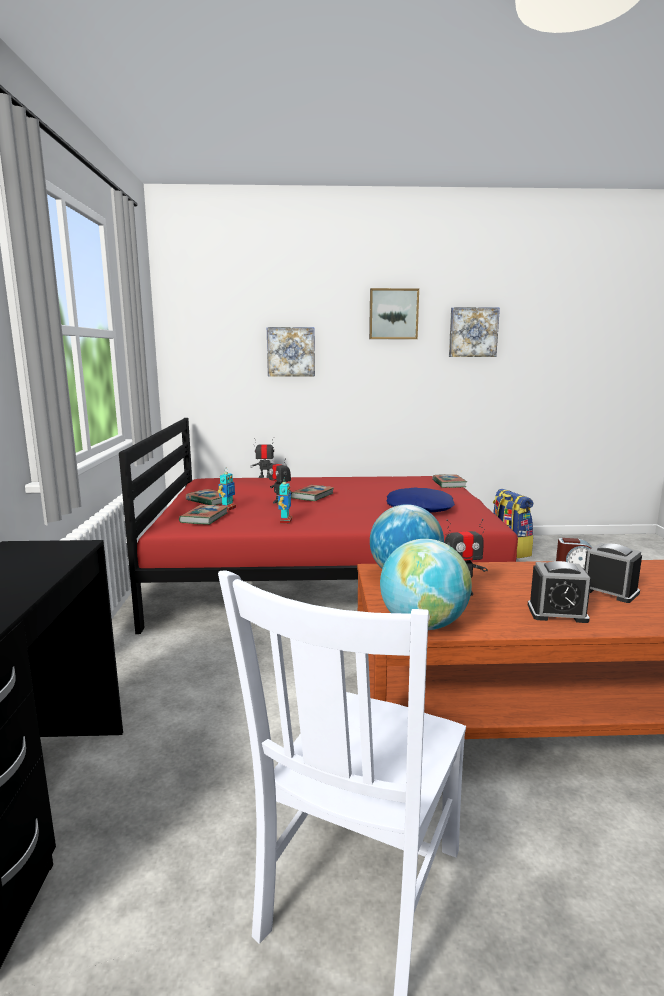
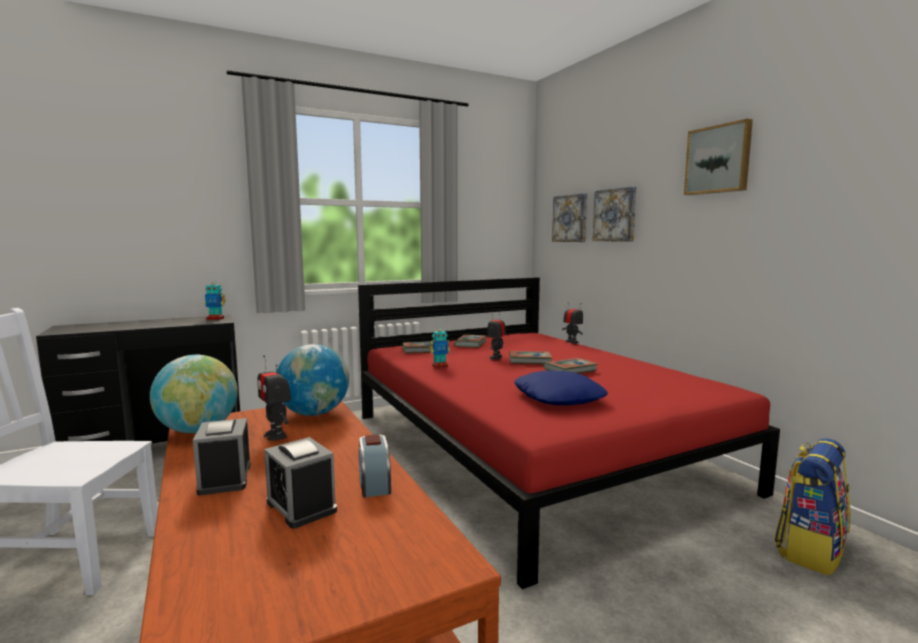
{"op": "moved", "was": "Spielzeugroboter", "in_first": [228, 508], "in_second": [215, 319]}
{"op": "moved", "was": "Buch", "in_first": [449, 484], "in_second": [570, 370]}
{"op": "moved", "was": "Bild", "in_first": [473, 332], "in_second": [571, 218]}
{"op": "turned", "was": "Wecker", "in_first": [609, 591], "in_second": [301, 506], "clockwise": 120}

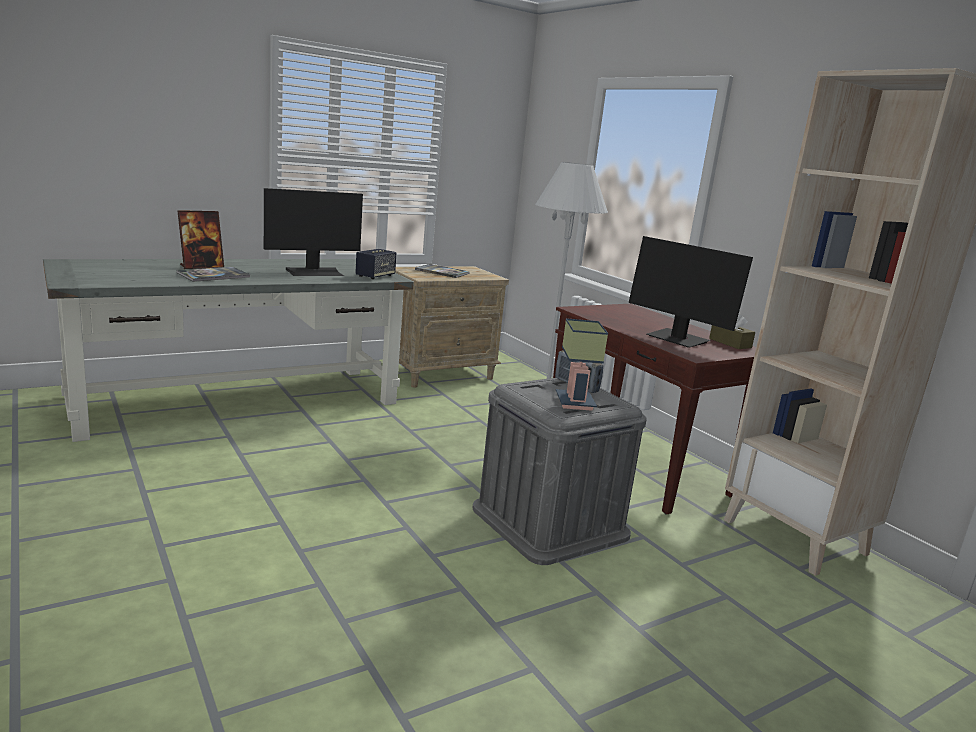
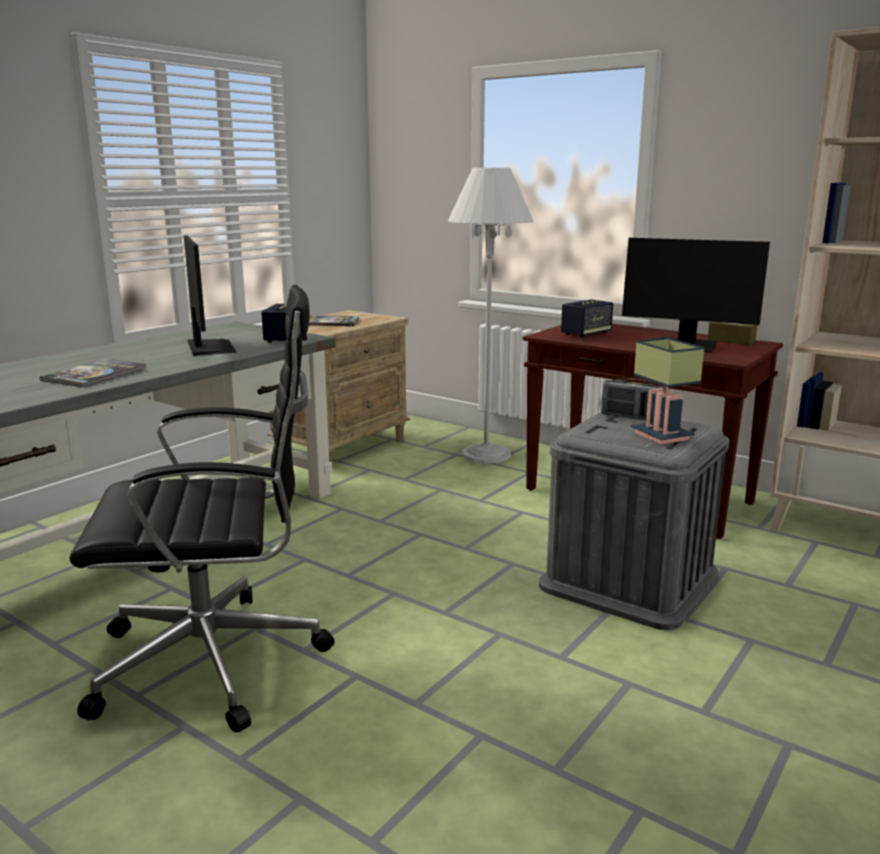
{"op": "removed", "was": "Bilderrahmen", "in_first": [201, 267]}
{"op": "added", "now": "Bürostuhl/schwarz", "in_second": [217, 661]}
{"op": "added", "now": "Lautsprecher", "in_second": [586, 333]}
{"op": "turned", "was": "Monitor", "in_first": [315, 272], "in_second": [209, 347], "clockwise": -60}

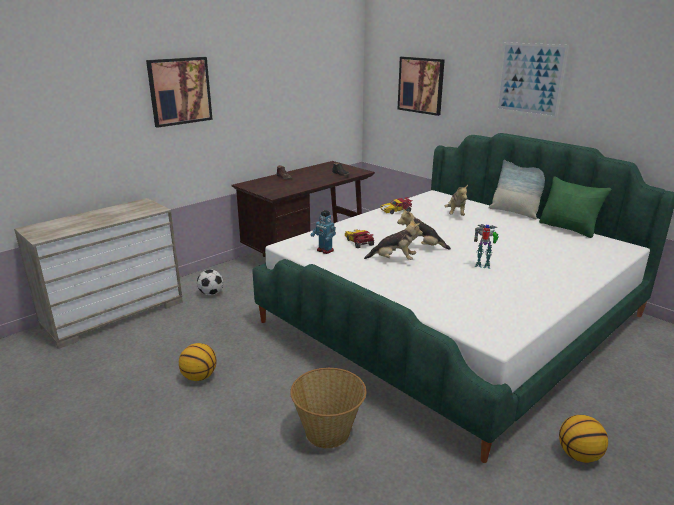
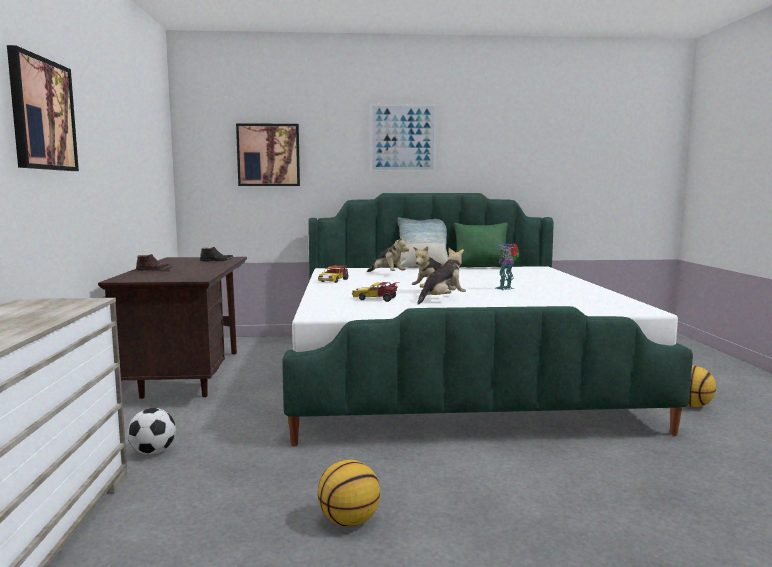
{"op": "removed", "was": "Korb", "in_first": [328, 432]}
{"op": "removed", "was": "Spielzeugroboter", "in_first": [325, 250]}

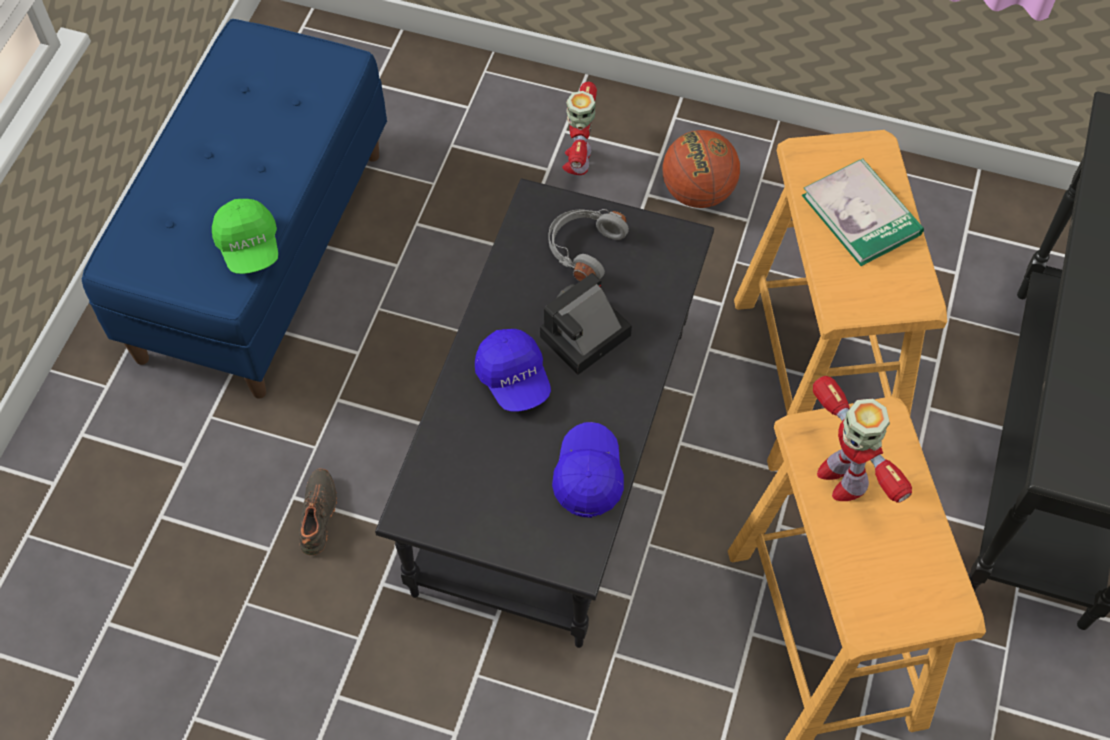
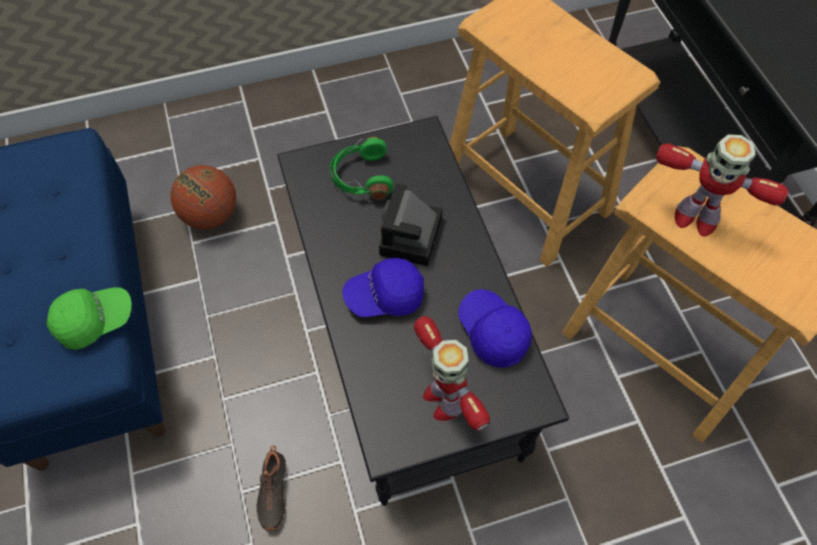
{"op": "removed", "was": "Buch", "in_first": [861, 215]}
{"op": "moved", "was": "Spielzeugroboter", "in_first": [578, 160], "in_second": [443, 399]}
{"op": "moved", "was": "Basketball", "in_first": [697, 192], "in_second": [211, 215]}
{"op": "recoloured", "was": "Kopfhörer/grau", "now": "Kopfhörer/grün", "in_first": [583, 249], "in_second": [361, 177]}
{"op": "turned", "was": "Kappe/grün", "in_first": [249, 246], "in_second": [95, 320], "clockwise": -60}
{"op": "turned", "was": "Schuh/schwarz", "in_first": [319, 515], "in_second": [271, 492], "clockwise": -150}
{"op": "turned", "was": "Kappe/blau", "in_first": [514, 379], "in_second": [385, 296], "clockwise": 135}

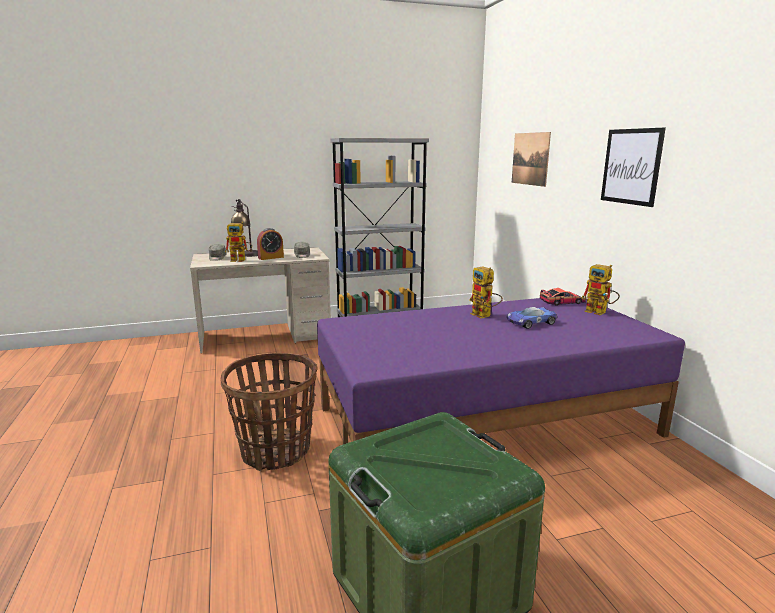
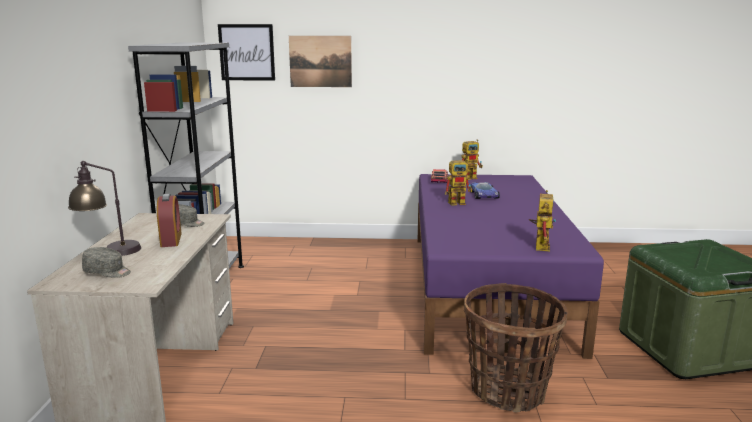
{"op": "moved", "was": "Spielzeugroboter", "in_first": [241, 260], "in_second": [540, 245]}
{"op": "moved", "was": "Bild", "in_first": [631, 166], "in_second": [247, 52]}

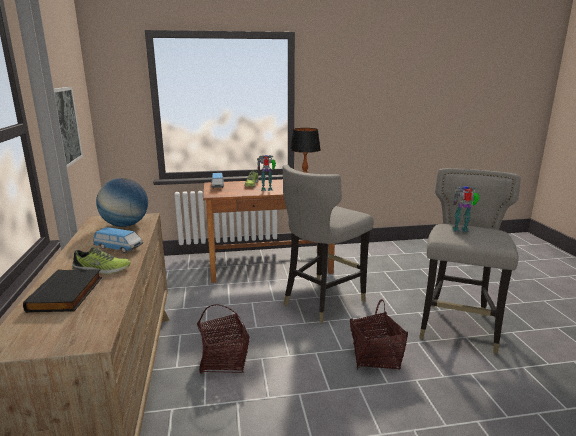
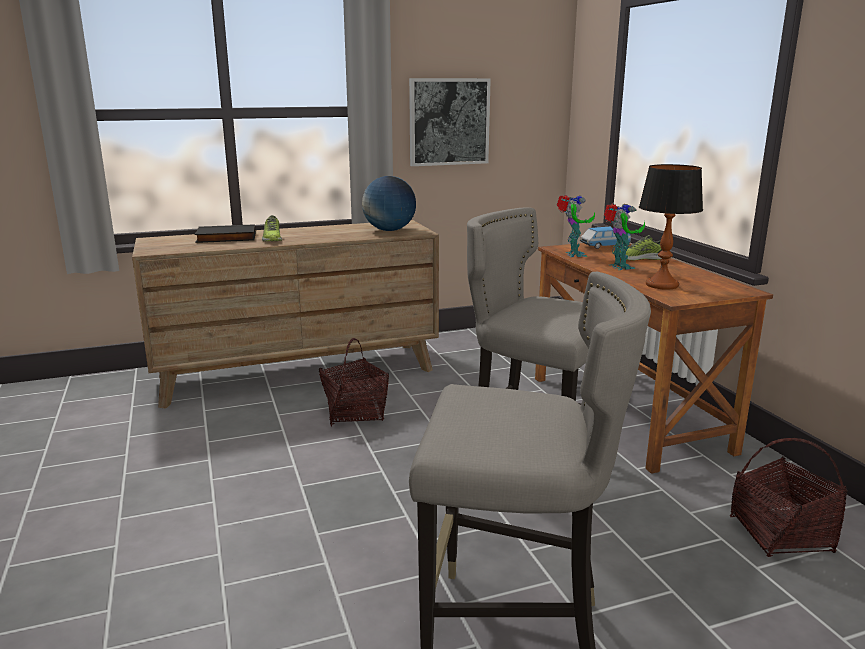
{"op": "removed", "was": "Spielzeugauto", "in_first": [119, 248]}
{"op": "moved", "was": "Korb", "in_first": [375, 357], "in_second": [781, 535]}
{"op": "moved", "was": "Spielzeugroboter", "in_first": [461, 230], "in_second": [573, 255]}

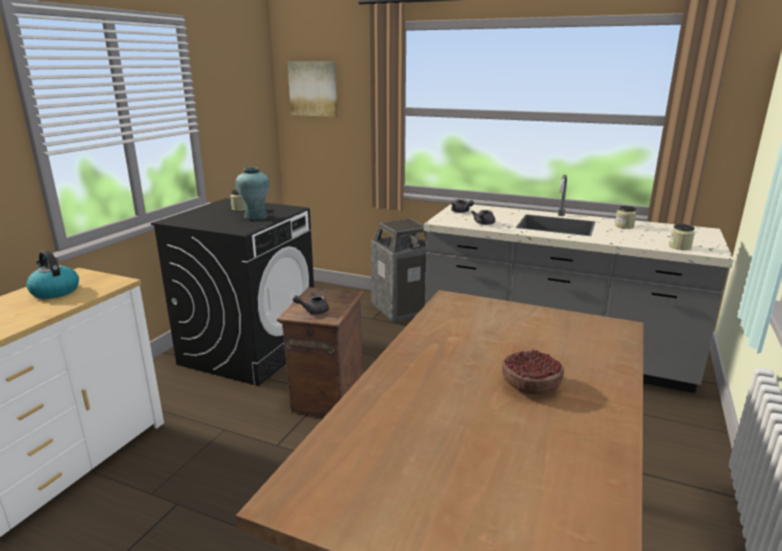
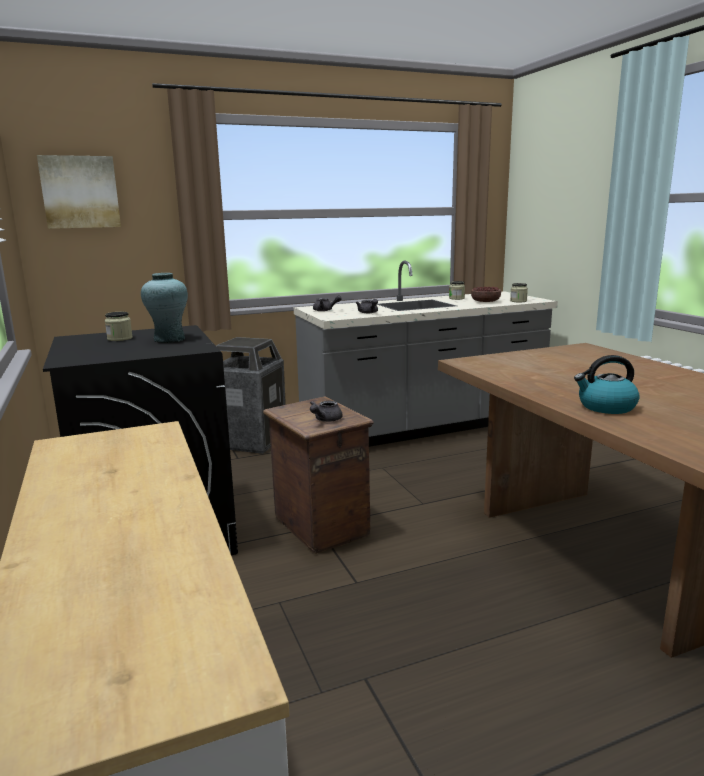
{"op": "moved", "was": "Wasserkessel", "in_first": [54, 291], "in_second": [606, 407]}
{"op": "moved", "was": "Schüssel", "in_first": [530, 385], "in_second": [485, 301]}

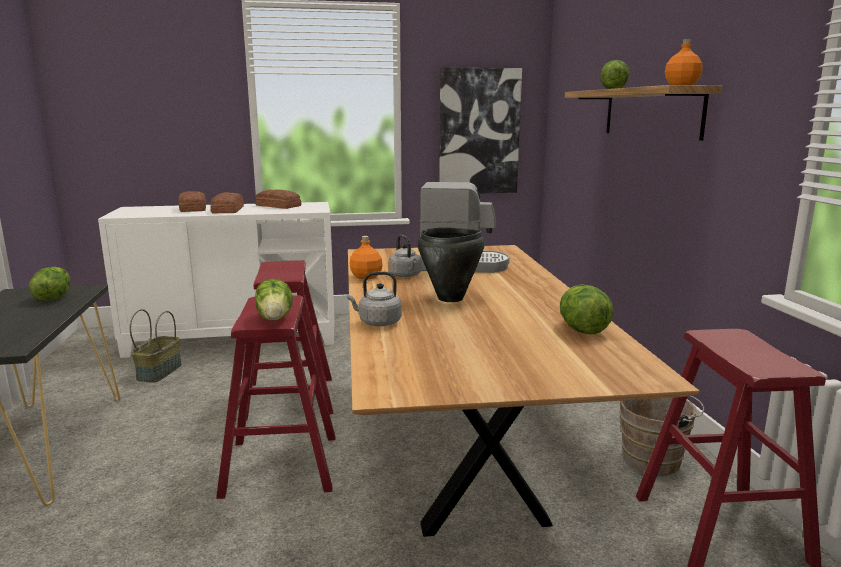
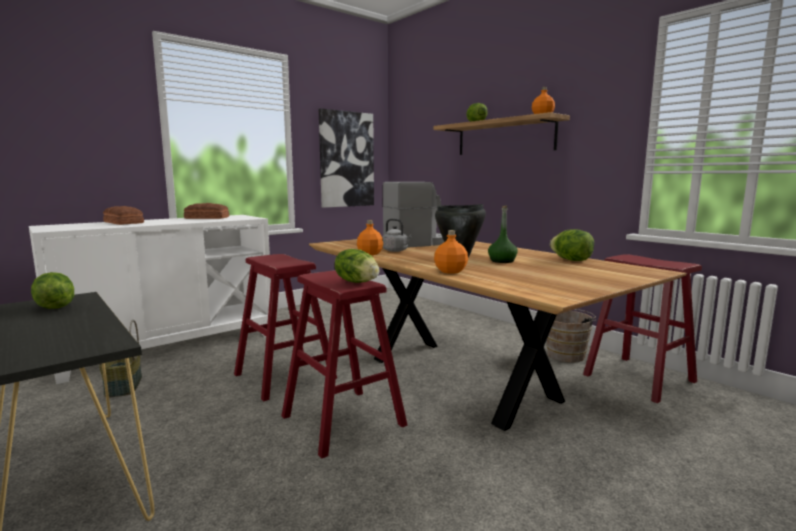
{"op": "removed", "was": "Brot", "in_first": [227, 210]}
{"op": "added", "now": "Flasche/grün", "in_second": [502, 261]}
{"op": "replaced", "was": "Wasserkessel/grau", "now": "Flasche/orange", "in_first": [377, 323], "in_second": [450, 271]}

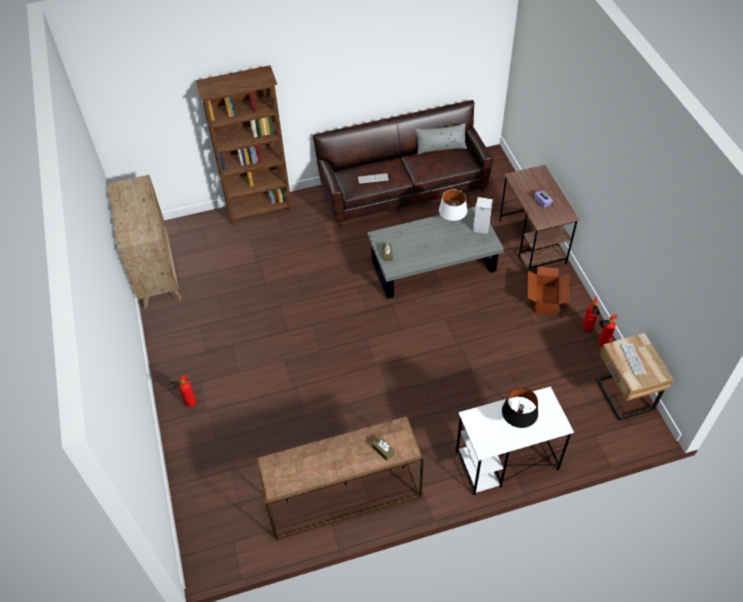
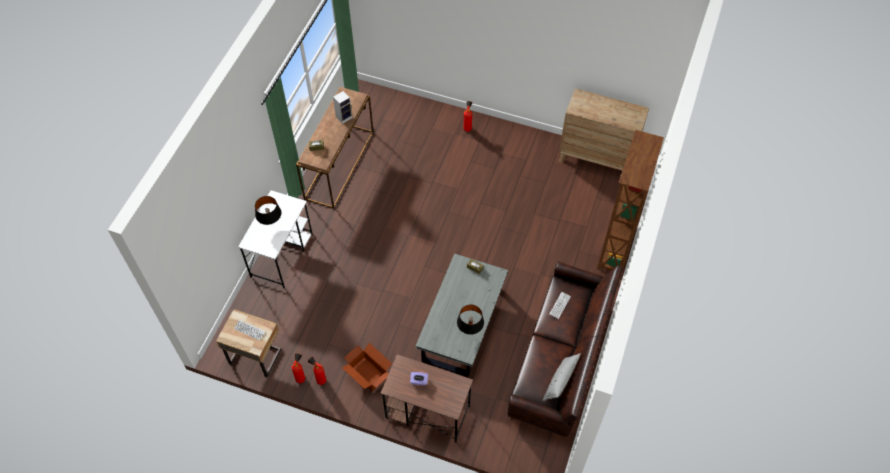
{"op": "moved", "was": "Lautsprecher", "in_first": [480, 228], "in_second": [344, 117]}
{"op": "recoloured", "was": "Tischlampe/weiß", "now": "Tischlampe/schwarz", "in_first": [452, 223], "in_second": [470, 330]}

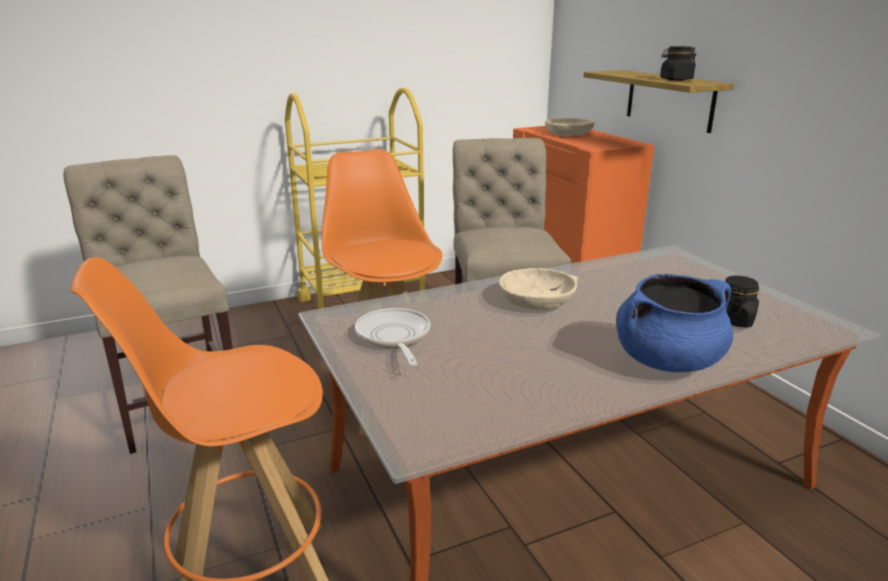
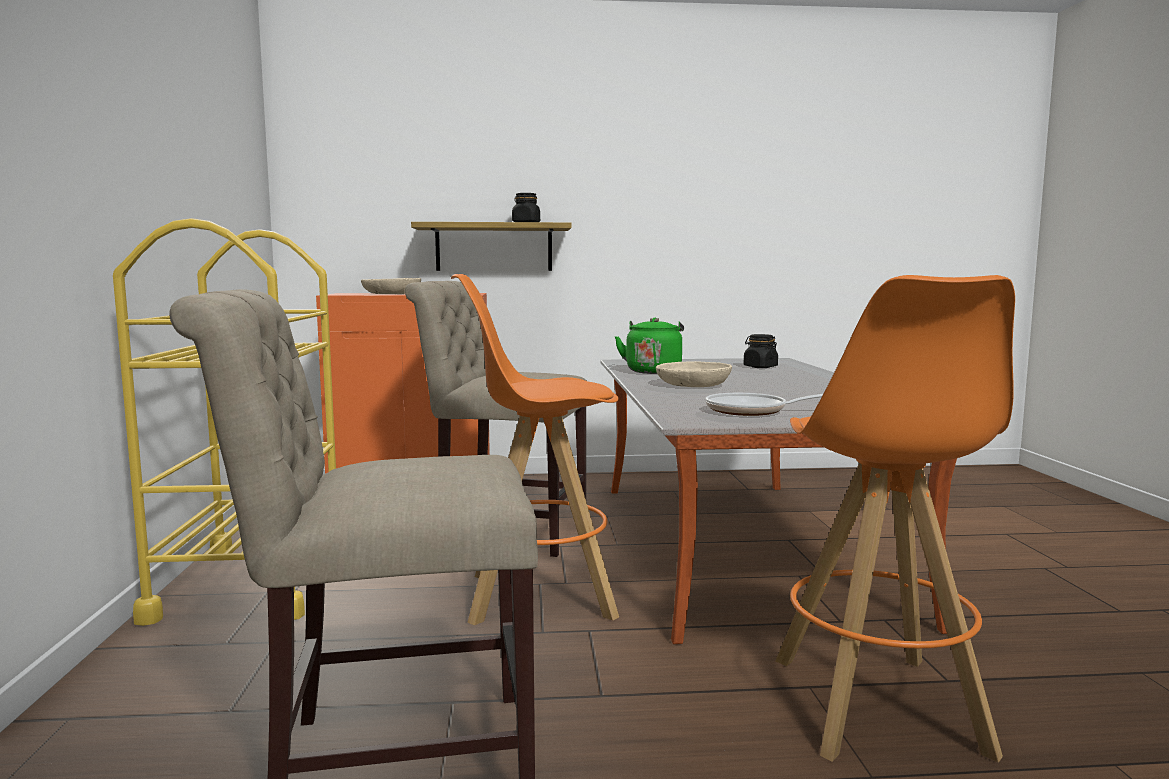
{"op": "removed", "was": "Kochtopf/blau", "in_first": [667, 361]}
{"op": "added", "now": "Wasserkessel/grün", "in_second": [653, 371]}

